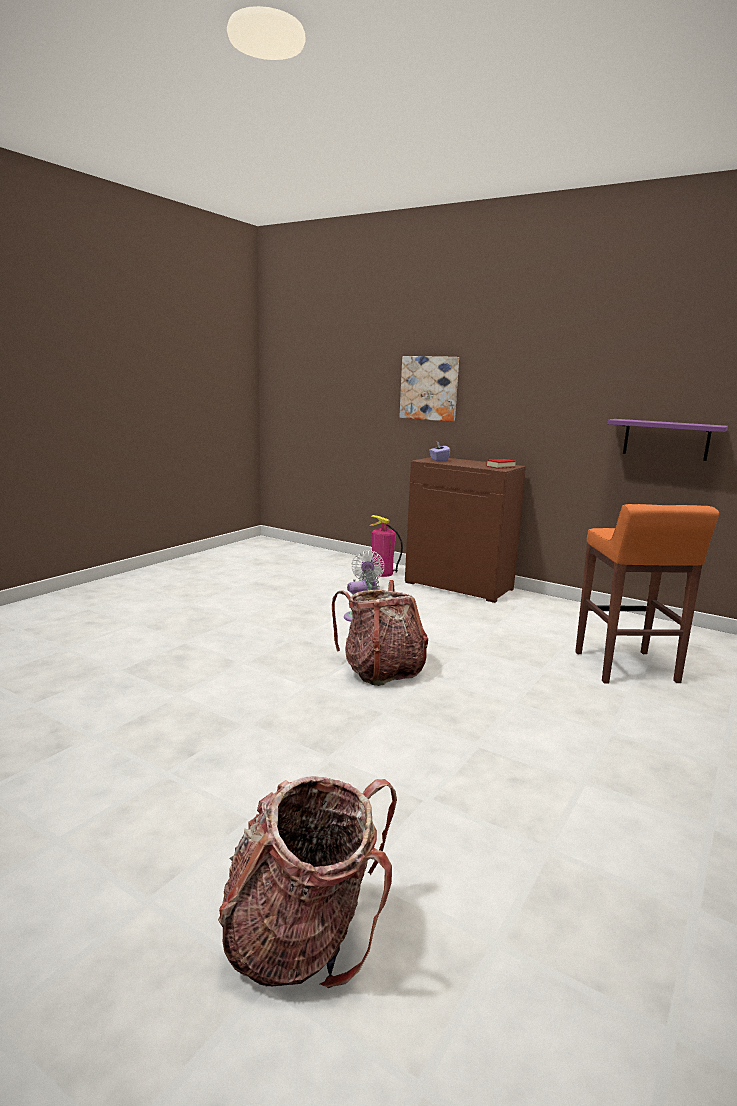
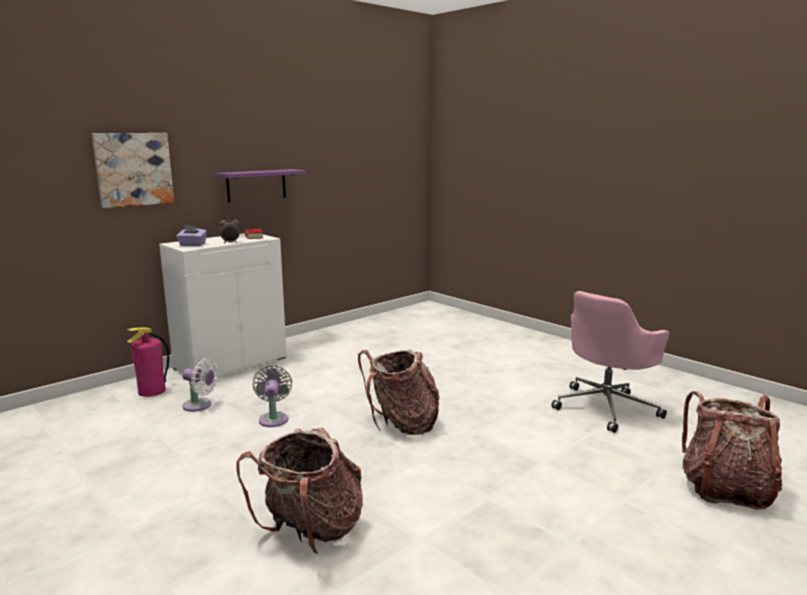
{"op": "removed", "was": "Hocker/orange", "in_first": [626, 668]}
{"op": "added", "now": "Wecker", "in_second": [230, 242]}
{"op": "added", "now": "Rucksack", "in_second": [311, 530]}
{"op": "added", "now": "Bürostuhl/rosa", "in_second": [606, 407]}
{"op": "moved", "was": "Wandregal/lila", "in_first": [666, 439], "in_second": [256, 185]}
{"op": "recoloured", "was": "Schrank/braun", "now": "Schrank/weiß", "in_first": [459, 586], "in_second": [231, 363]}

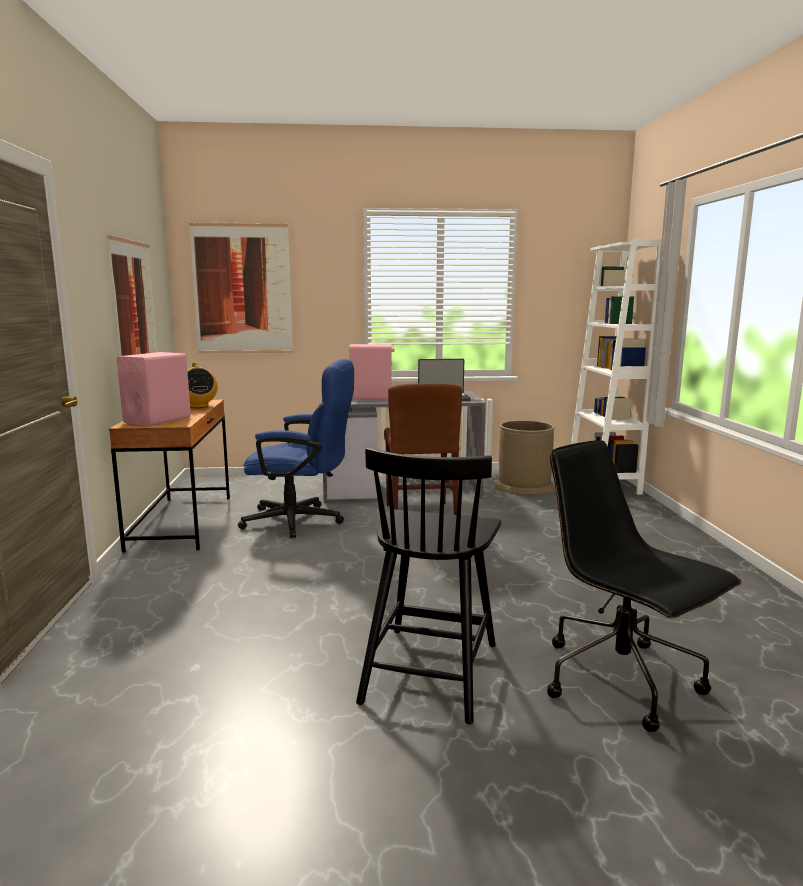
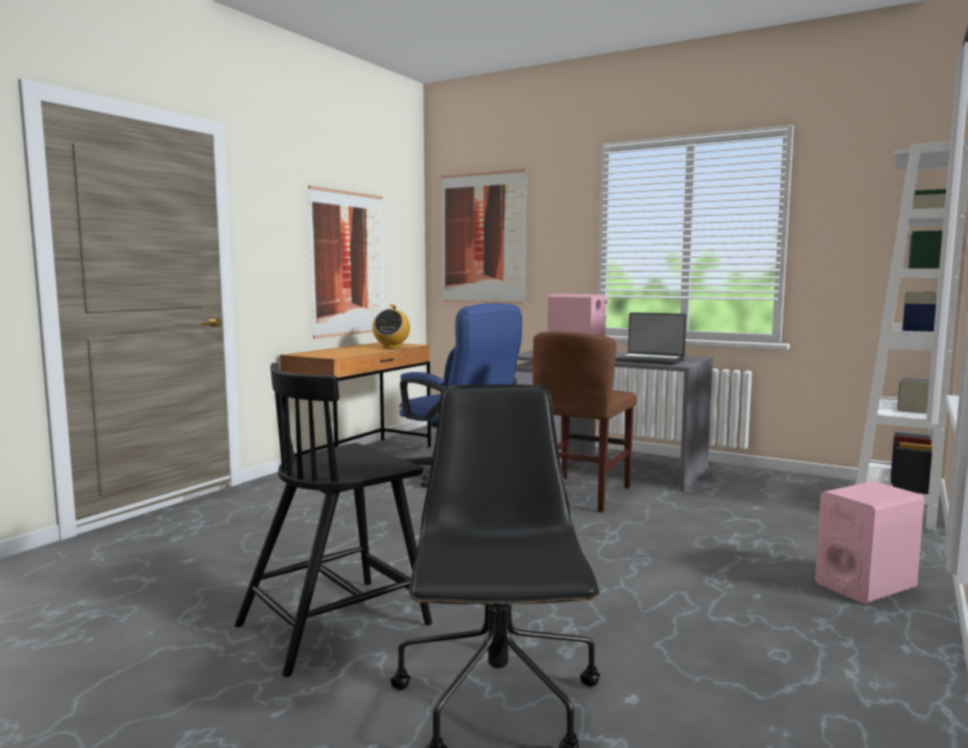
{"op": "removed", "was": "Mülleimer/braun", "in_first": [524, 485]}
{"op": "moved", "was": "Lautsprecher/rosa", "in_first": [158, 420], "in_second": [865, 585]}

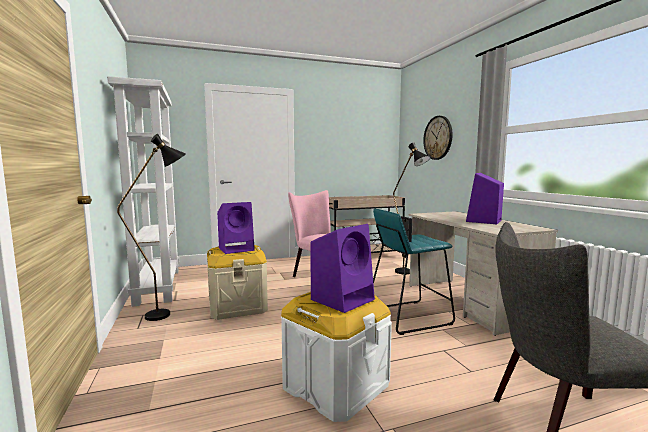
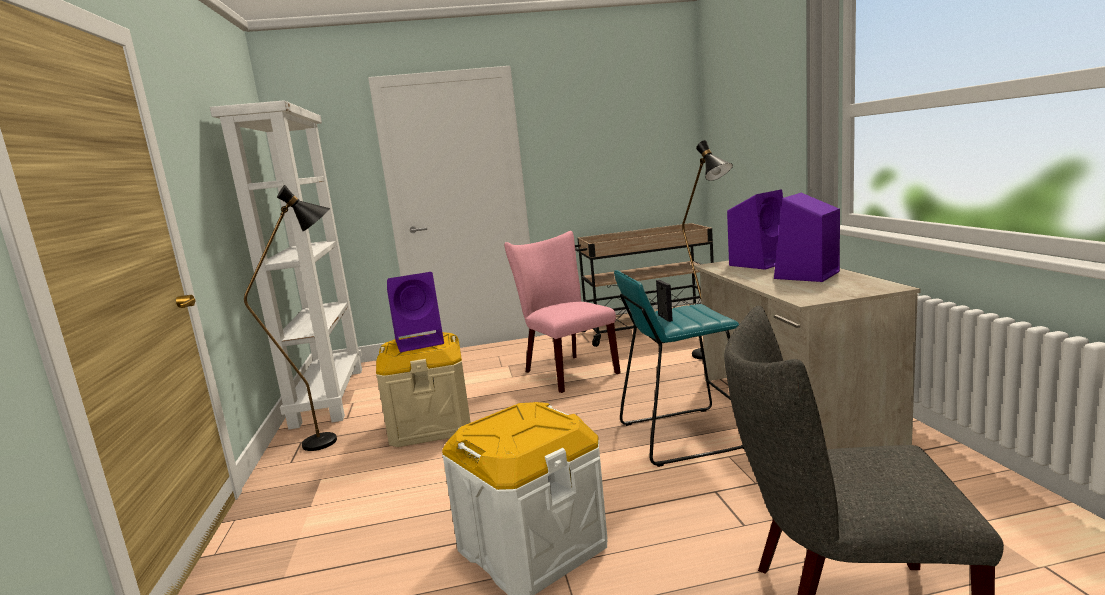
{"op": "removed", "was": "Wanduhr", "in_first": [438, 138]}
{"op": "moved", "was": "Lautsprecher/lila", "in_first": [343, 299], "in_second": [760, 263]}

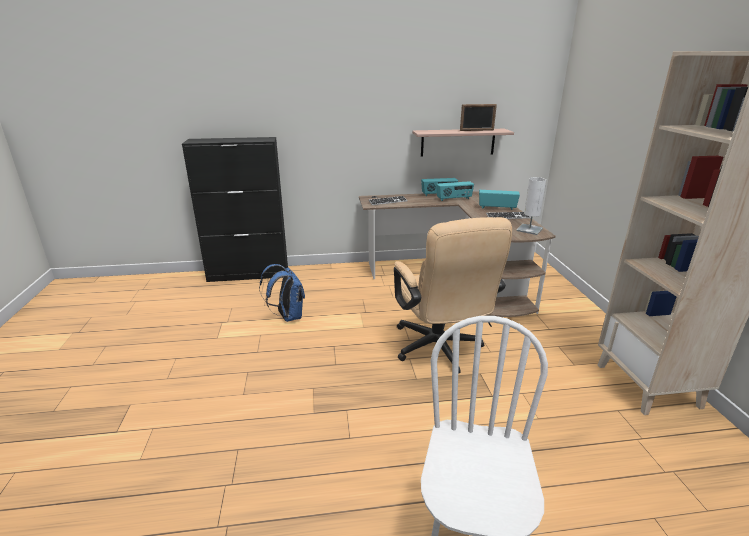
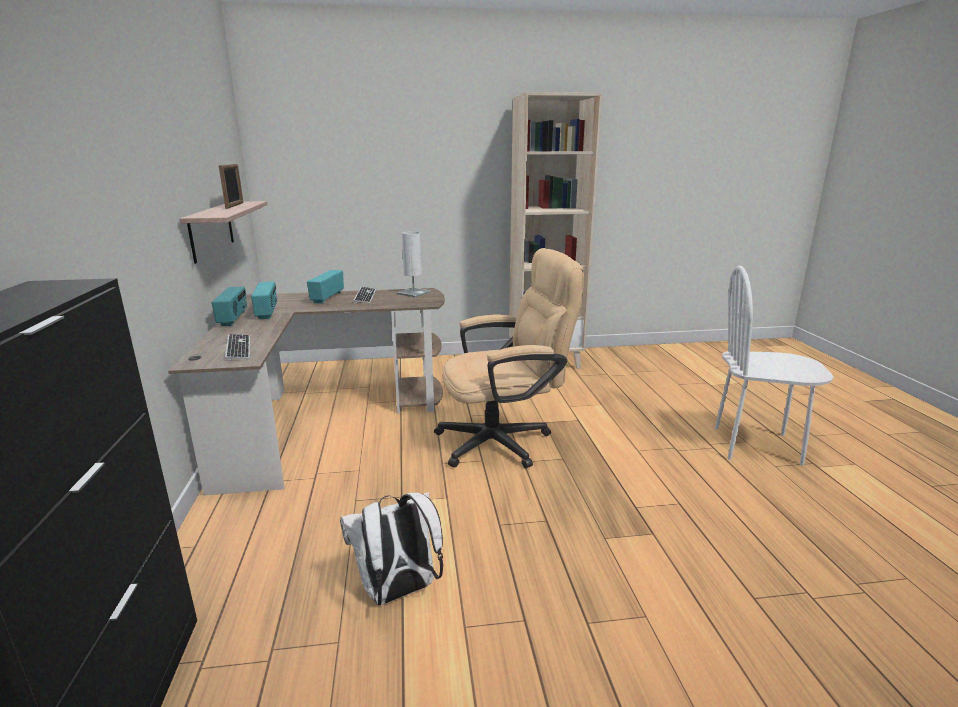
{"op": "recoloured", "was": "Rucksack/blau", "now": "Rucksack/weiß", "in_first": [288, 316], "in_second": [398, 592]}

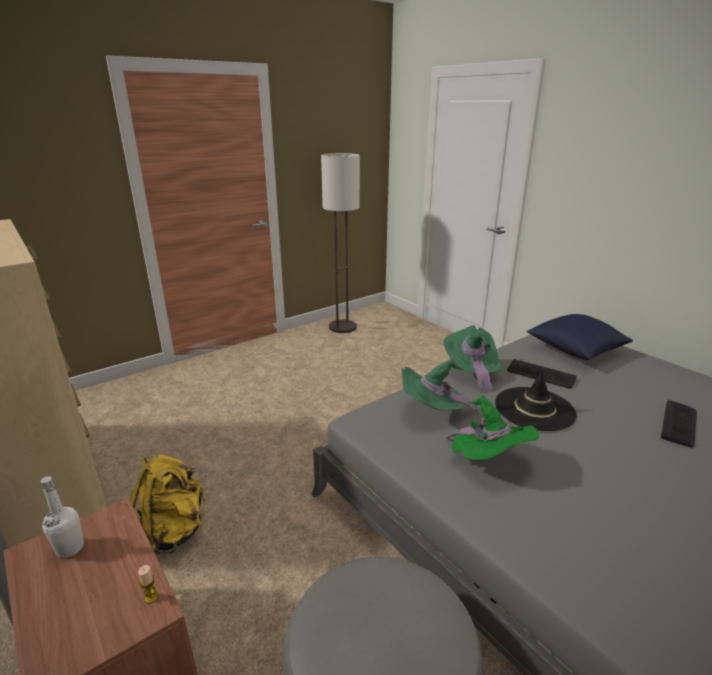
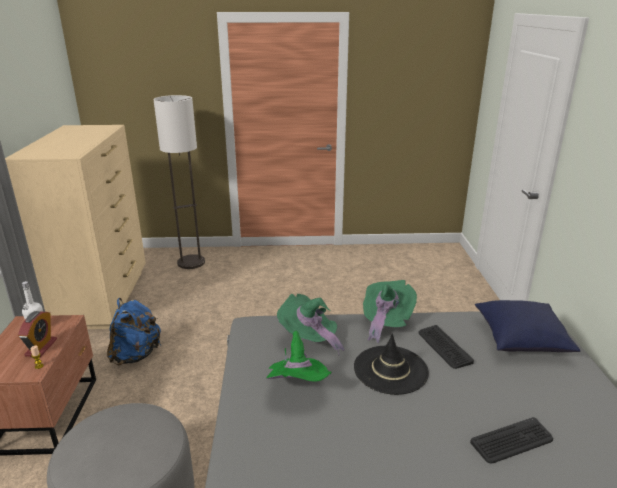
{"op": "added", "now": "Wecker", "in_second": [41, 347]}
{"op": "moved", "was": "Stehlampe", "in_first": [342, 327], "in_second": [191, 262]}
{"op": "recoloured", "was": "Rucksack/gelb", "now": "Rucksack/blau", "in_first": [174, 530], "in_second": [136, 355]}

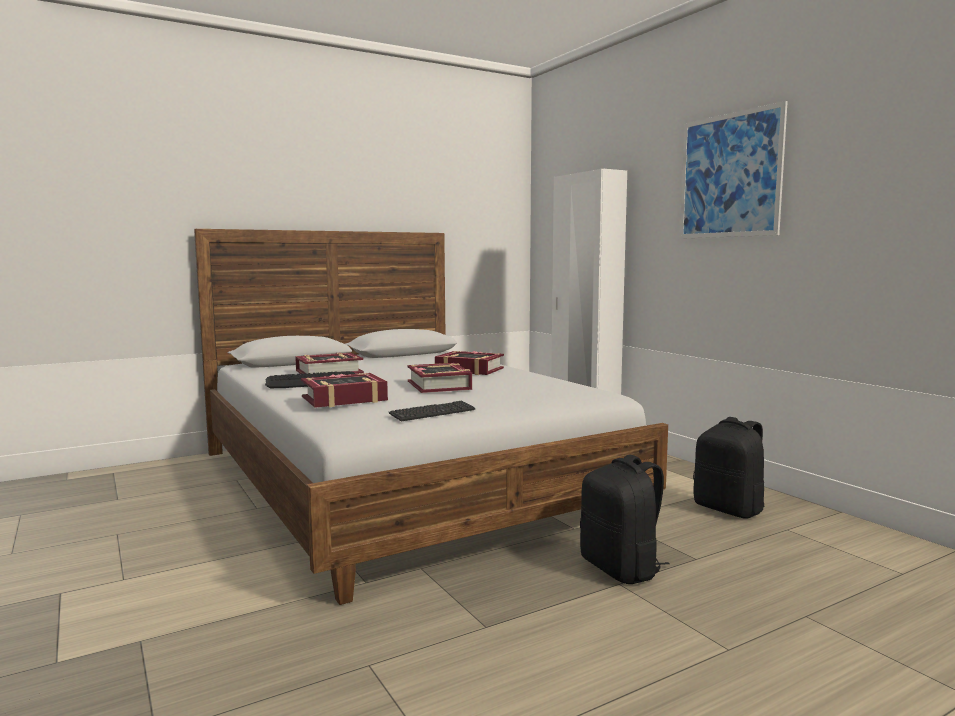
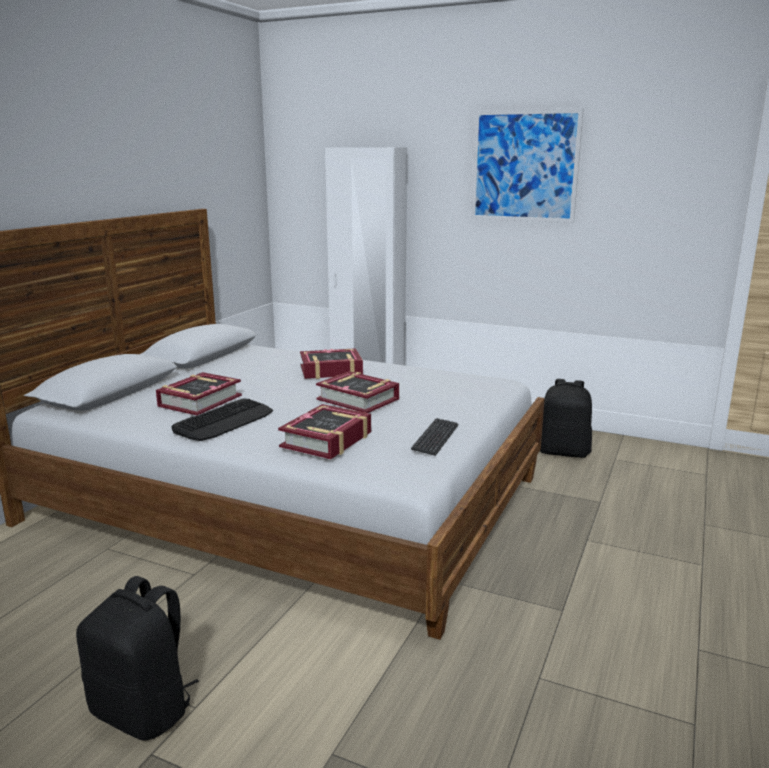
{"op": "moved", "was": "Rucksack/schwarz", "in_first": [622, 569], "in_second": [144, 711]}

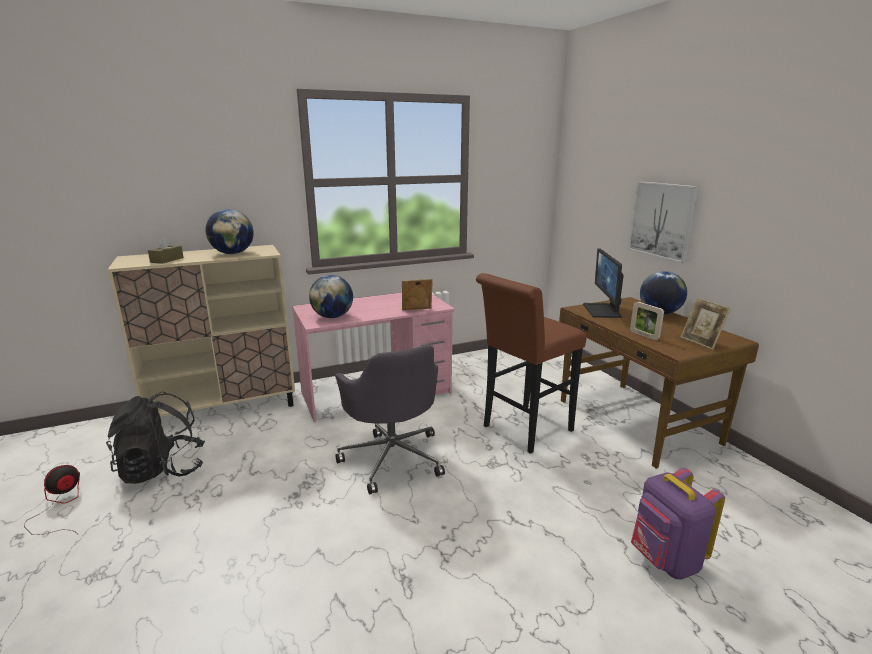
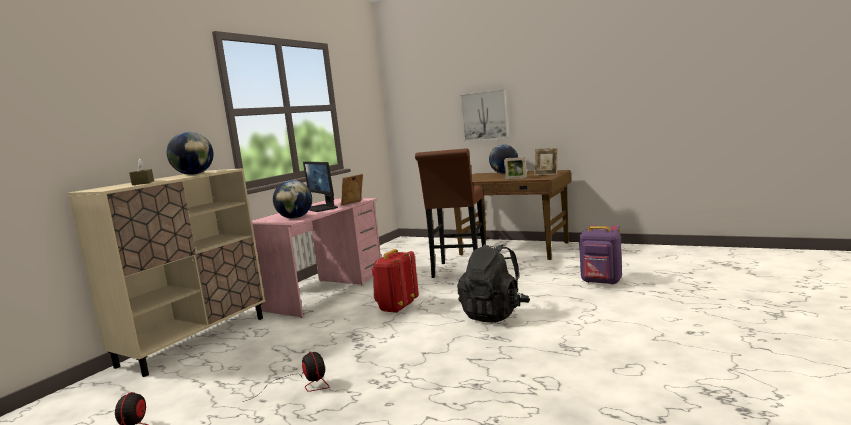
{"op": "added", "now": "Ventilator", "in_second": [302, 385]}
{"op": "moved", "was": "Rucksack/schwarz", "in_first": [162, 469], "in_second": [495, 313]}
{"op": "moved", "was": "Monitor", "in_first": [602, 310], "in_second": [321, 208]}
{"op": "replaced", "was": "Bürostuhl/grau", "now": "Rucksack/rot", "in_first": [392, 457], "in_second": [396, 308]}

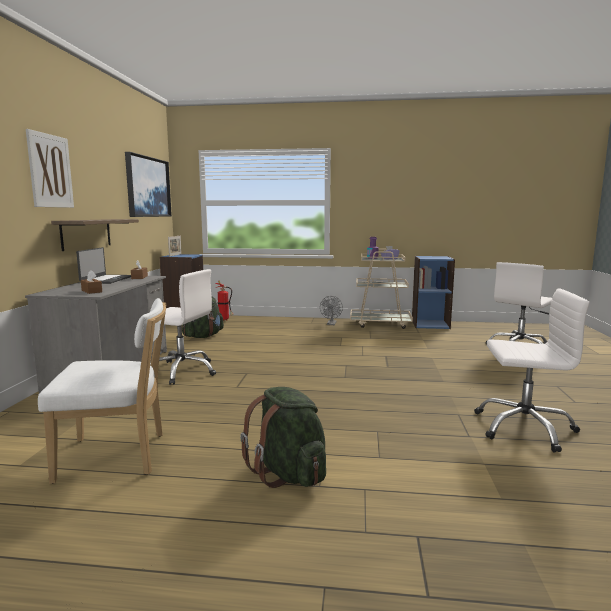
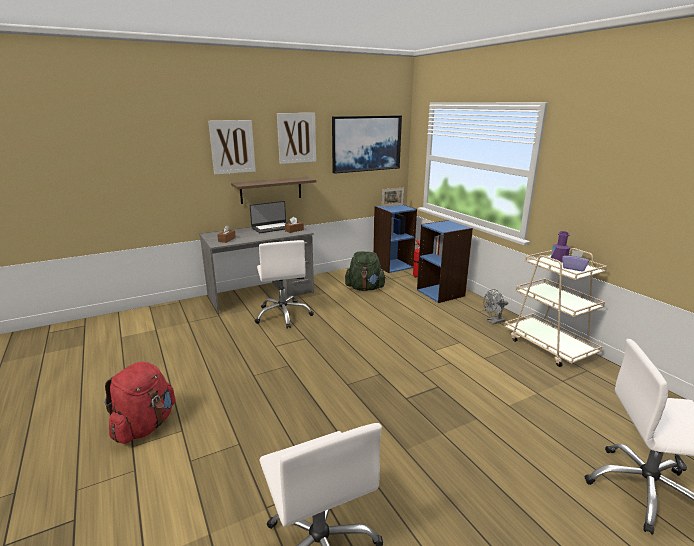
{"op": "removed", "was": "Stuhl/weiß", "in_first": [118, 456]}
{"op": "added", "now": "Bild", "in_second": [296, 138]}
{"op": "moved", "was": "Bücherregal/blau", "in_first": [430, 324], "in_second": [441, 293]}
{"op": "recoloured", "was": "Rucksack/grün", "now": "Rucksack/rot", "in_first": [288, 473], "in_second": [145, 426]}

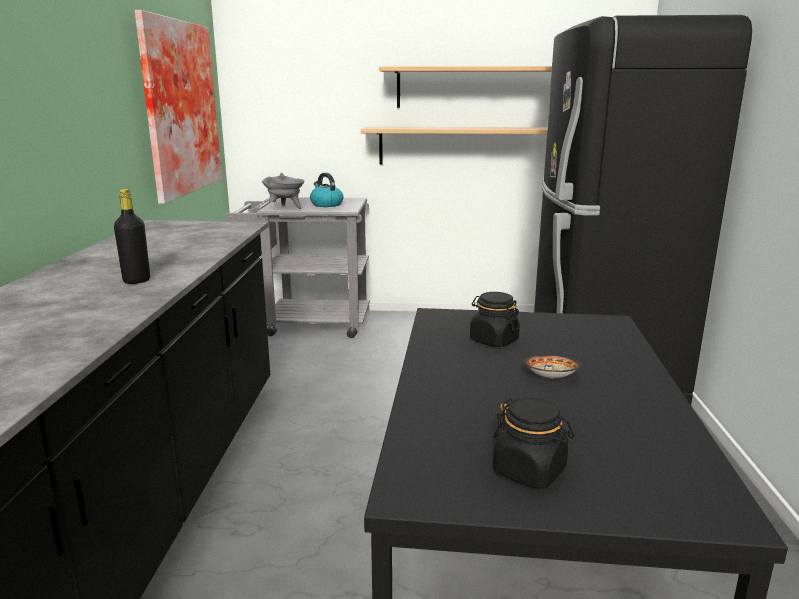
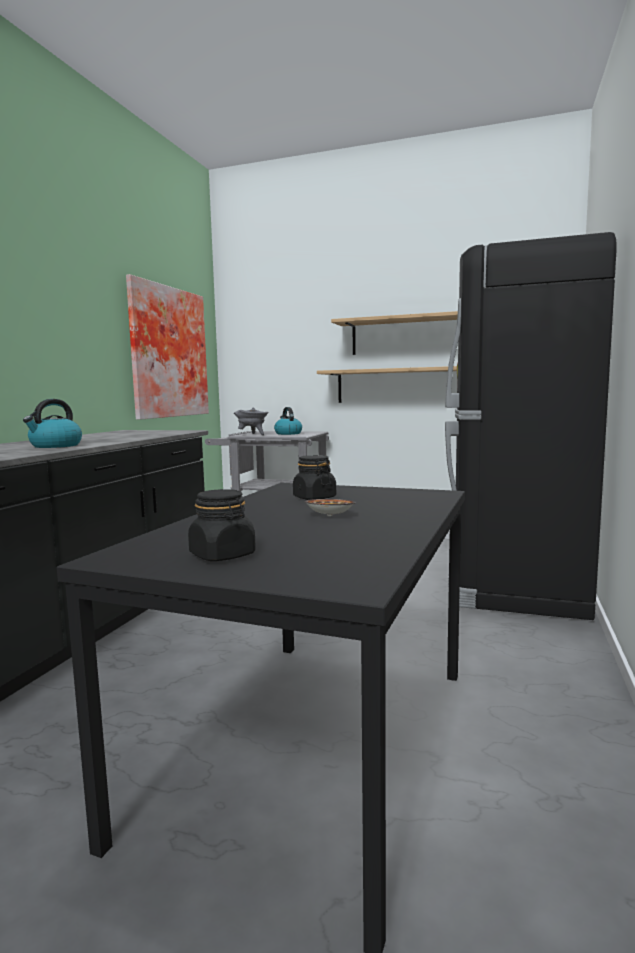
{"op": "replaced", "was": "Flasche/schwarz", "now": "Wasserkessel", "in_first": [137, 281], "in_second": [55, 446]}

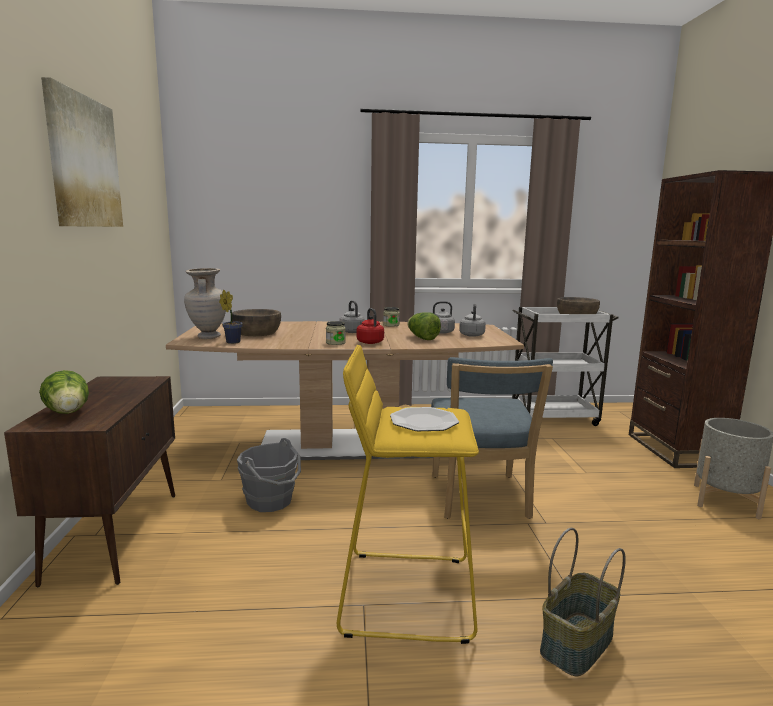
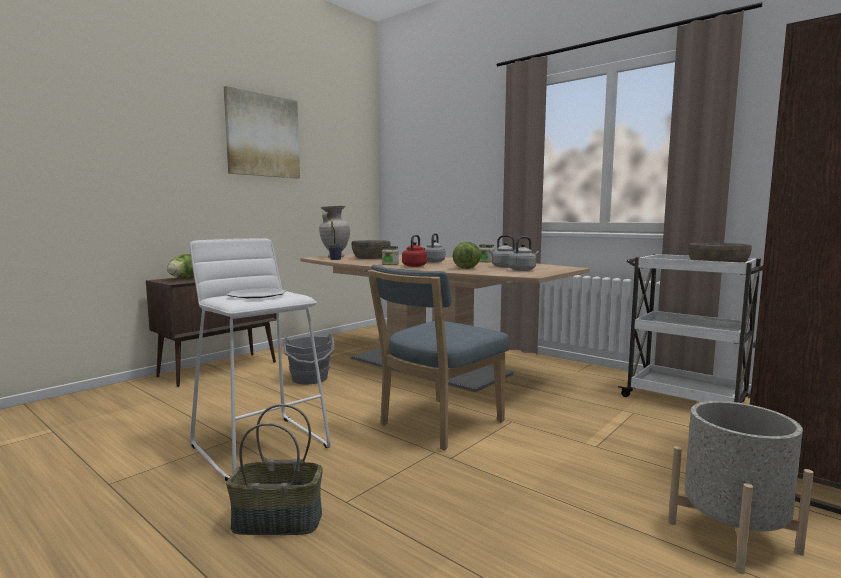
{"op": "recoloured", "was": "Hocker/gelb", "now": "Hocker/weiß", "in_first": [406, 593], "in_second": [262, 446]}

